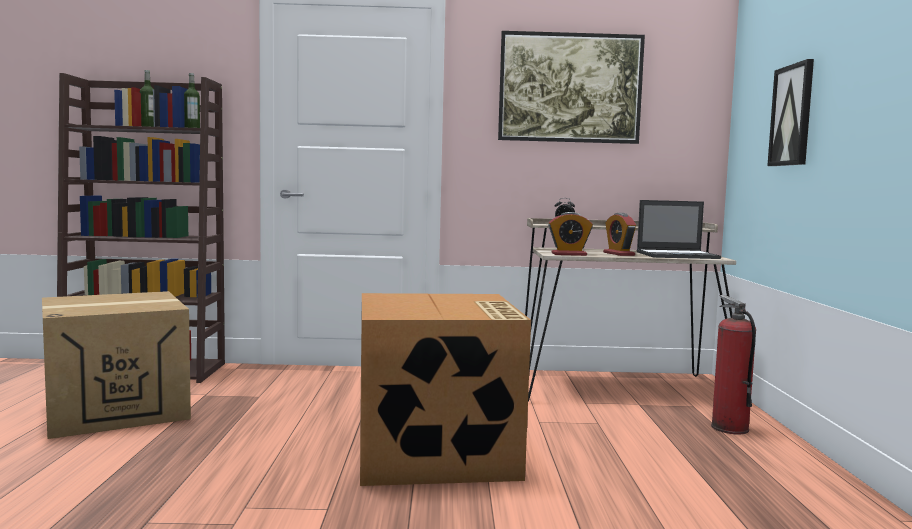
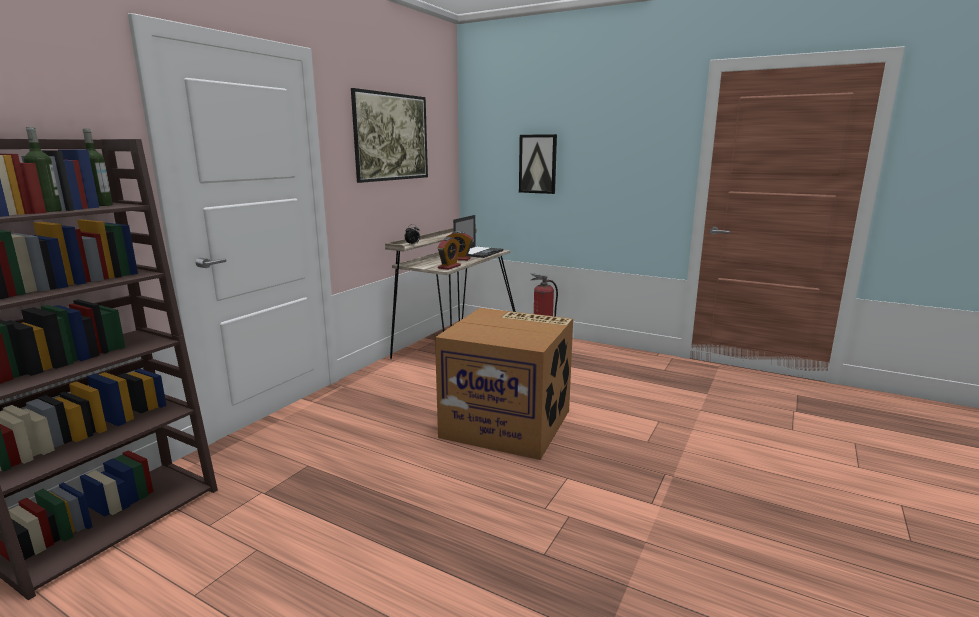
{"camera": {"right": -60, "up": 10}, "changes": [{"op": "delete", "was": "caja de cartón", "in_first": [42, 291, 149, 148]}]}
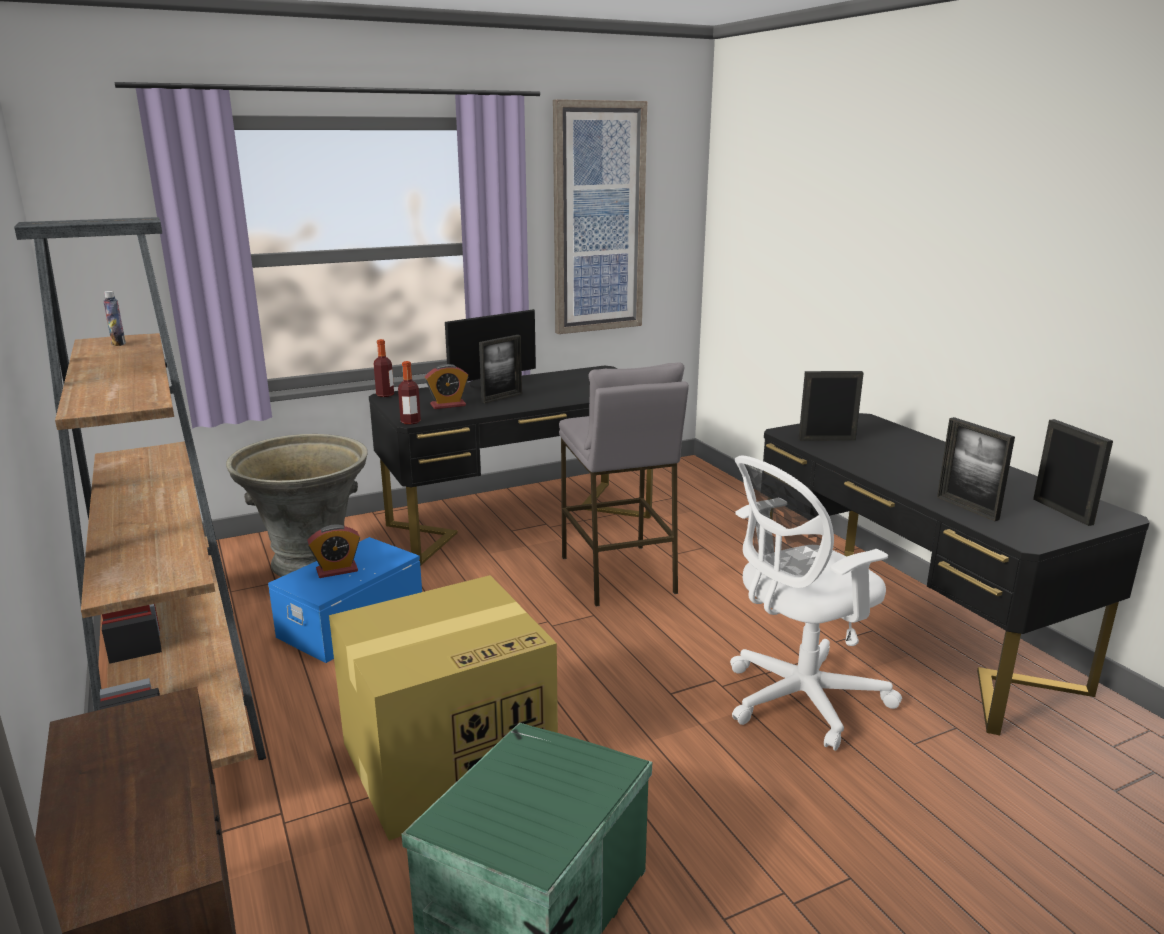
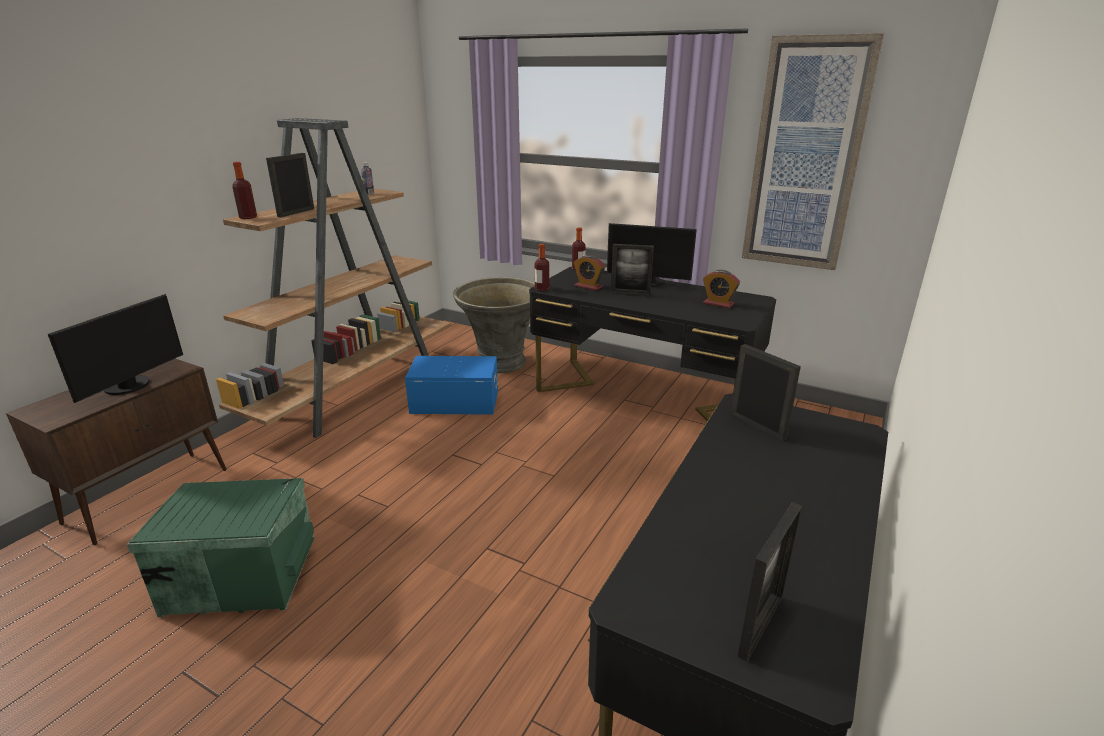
{"camera": {"right": 55, "up": 5}, "changes": [{"op": "delete", "was": "taburete/gris", "in_first": [559, 362, 130, 245]}, {"op": "move", "was": "portarretratos", "in_first": [937, 417, 78, 104], "in_second": [266, 153, 48, 65]}, {"op": "delete", "was": "silla de oficina/blanco", "in_first": [730, 455, 172, 296]}, {"op": "move", "was": "despertador", "in_first": [307, 525, 53, 53], "in_second": [703, 270, 37, 38]}, {"op": "delete", "was": "caja de cartón", "in_first": [329, 575, 229, 266]}, {"op": "insert", "now": "botella", "in_second": [232, 162, 25, 57]}, {"op": "insert", "now": "monitor", "in_second": [48, 294, 135, 109]}]}
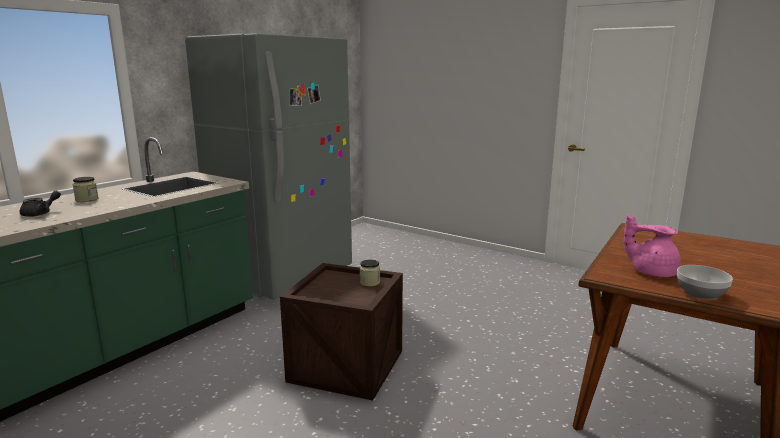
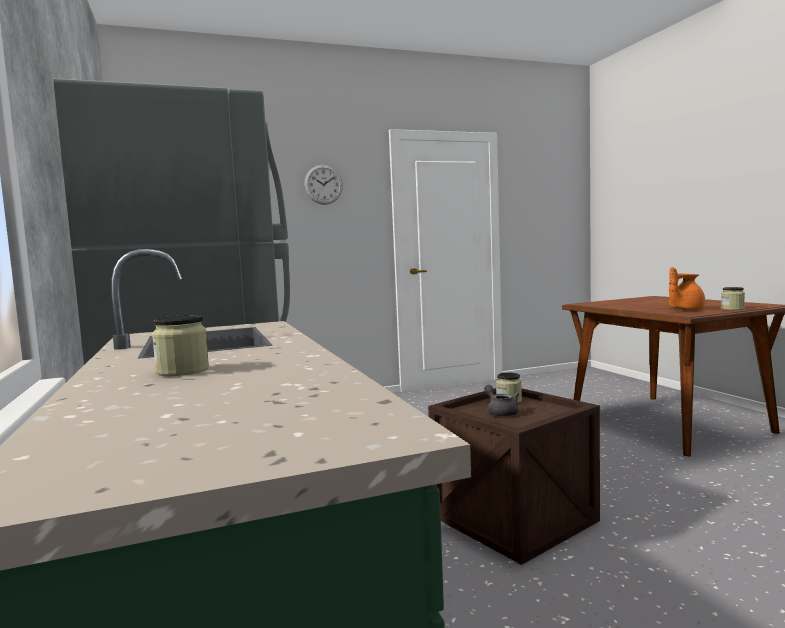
{"camera": {"right": -55, "up": -10}, "changes": [{"op": "move", "was": "tetera/gris", "in_first": [20, 191, 41, 26], "in_second": [484, 385, 35, 32]}, {"op": "recolor", "was": "tetera/rosa", "now": "tetera/naranja", "in_first": [624, 214, 57, 63], "in_second": [669, 267, 36, 43]}, {"op": "replace", "was": "cuenco", "now": "tarro", "in_first": [677, 265, 56, 35], "in_second": [721, 287, 24, 23]}, {"op": "insert", "now": "reloj de pared", "in_second": [304, 165, 39, 40]}]}
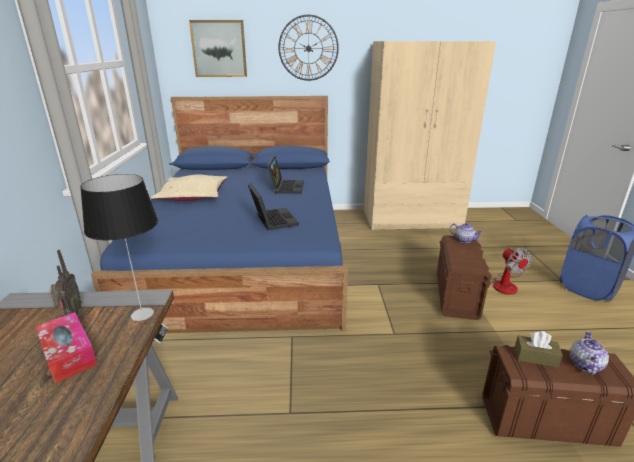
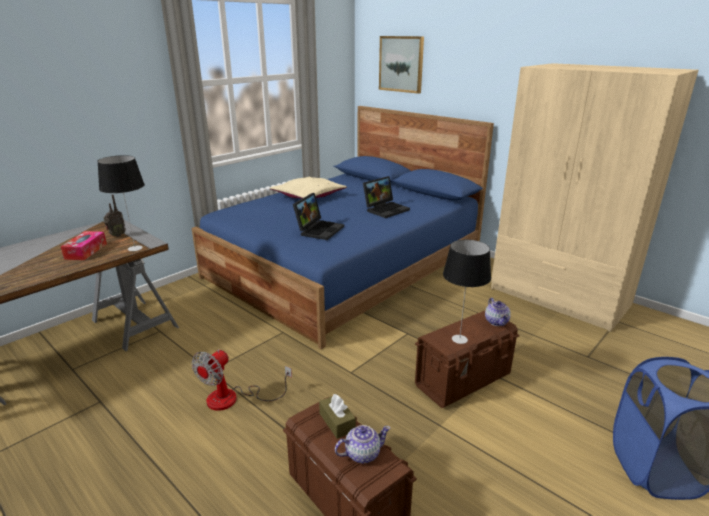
{"camera": {"right": 45, "up": 0}, "changes": [{"op": "delete", "was": "reloj de pared", "in_first": [278, 15, 61, 66]}, {"op": "move", "was": "ventilador", "in_first": [493, 247, 39, 48], "in_second": [191, 349, 101, 62]}, {"op": "insert", "now": "lámpara de mesa", "in_second": [443, 240, 48, 104]}]}
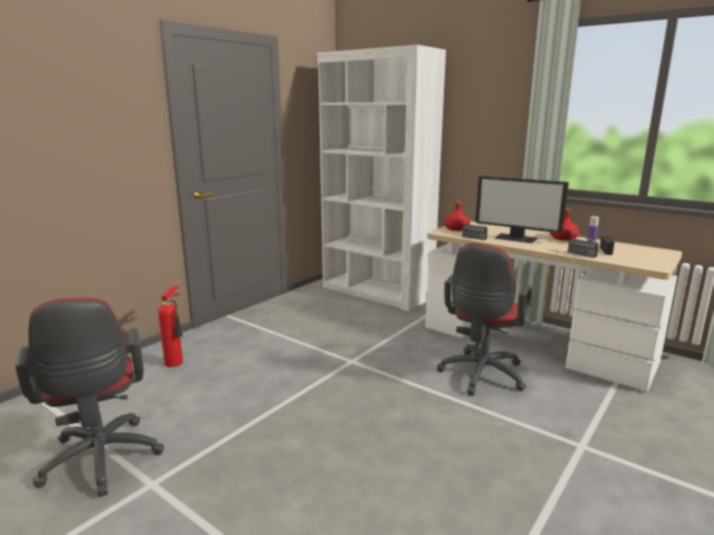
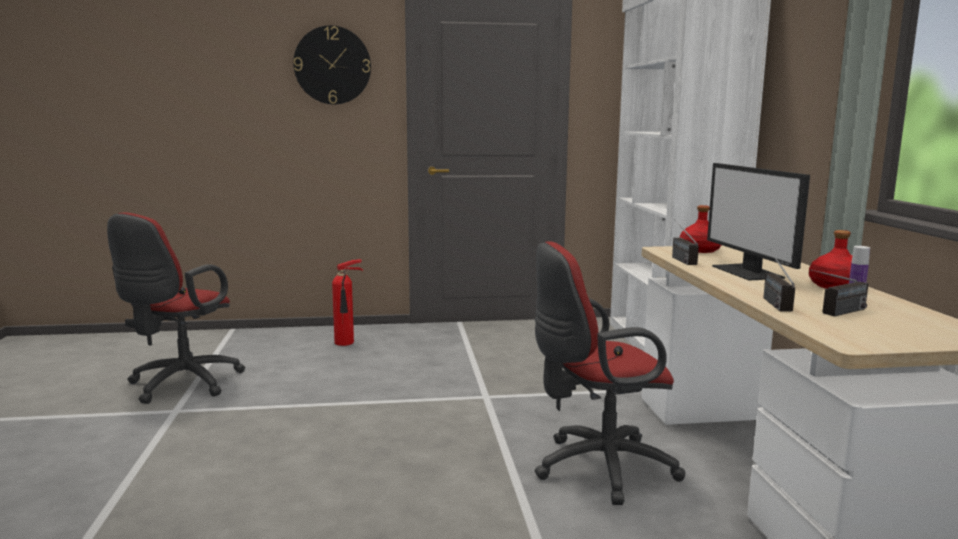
{"camera": {"right": 45, "up": -5}, "changes": [{"op": "insert", "now": "reloj de pared", "in_second": [293, 25, 78, 79]}]}
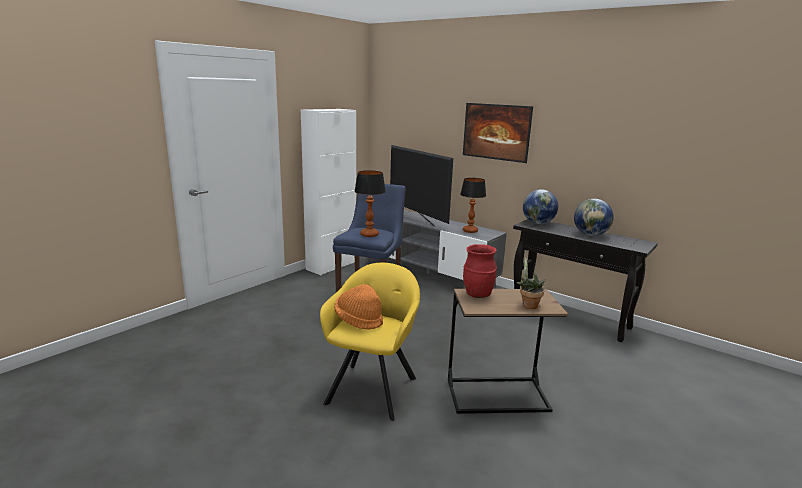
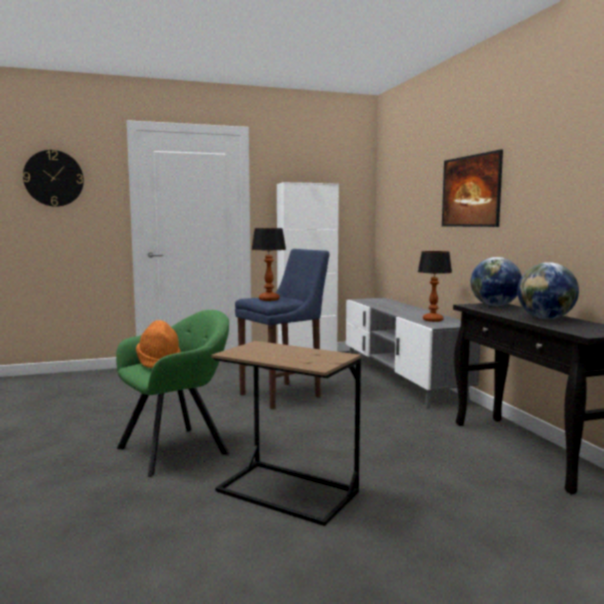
{"camera": {"right": 35, "up": -10}, "changes": [{"op": "delete", "was": "televisor", "in_first": [390, 145, 63, 82]}, {"op": "delete", "was": "florero/rojo", "in_first": [463, 244, 34, 54]}, {"op": "delete", "was": "planta en maceta", "in_first": [516, 257, 30, 52]}, {"op": "recolor", "was": "sillón/amarillo", "now": "sillón/verde", "in_first": [320, 263, 100, 158], "in_second": [116, 310, 113, 167]}, {"op": "insert", "now": "reloj de pared", "in_second": [23, 150, 61, 57]}]}
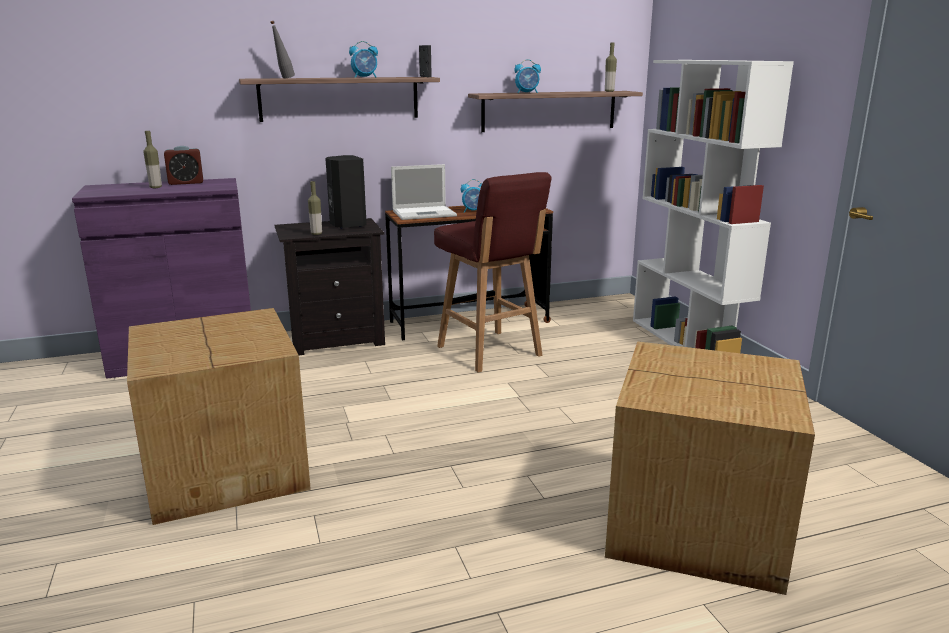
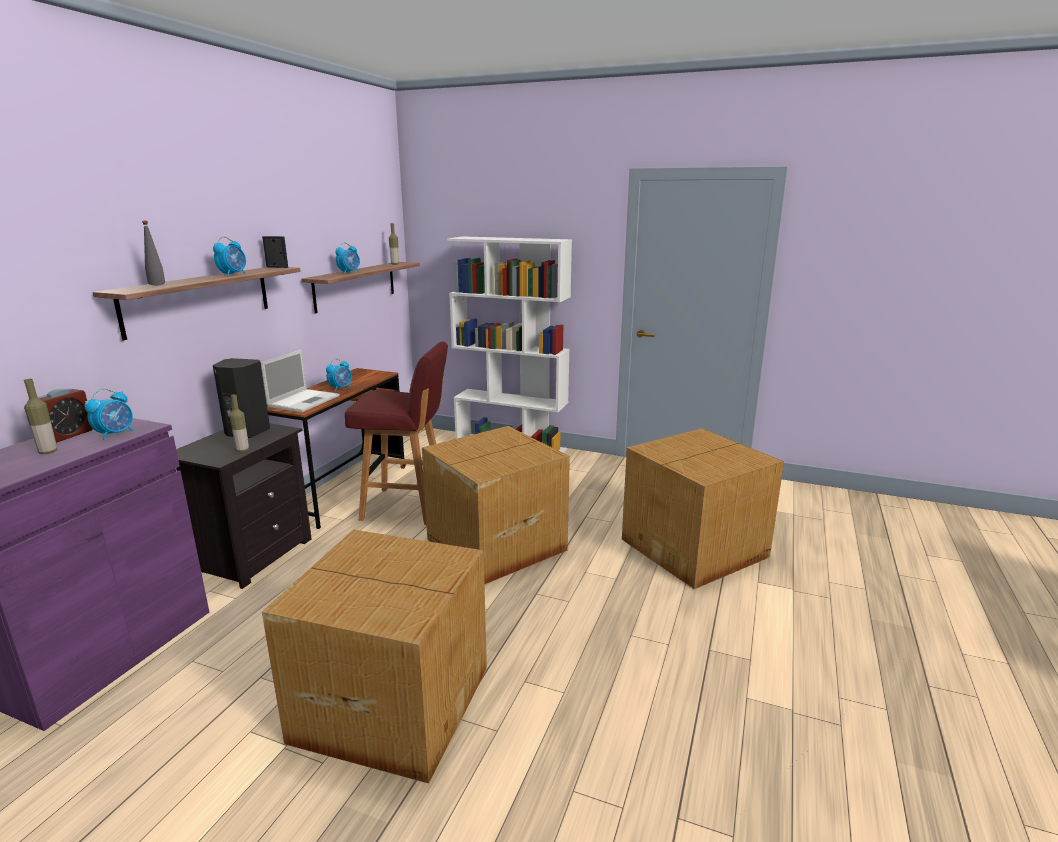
{"camera": {"right": -50, "up": 0}, "changes": [{"op": "insert", "now": "despertador", "in_second": [85, 389, 48, 51]}, {"op": "insert", "now": "caja de cartón", "in_second": [422, 426, 148, 158]}]}
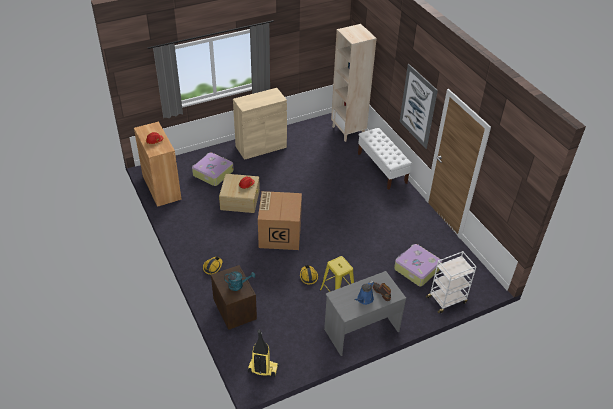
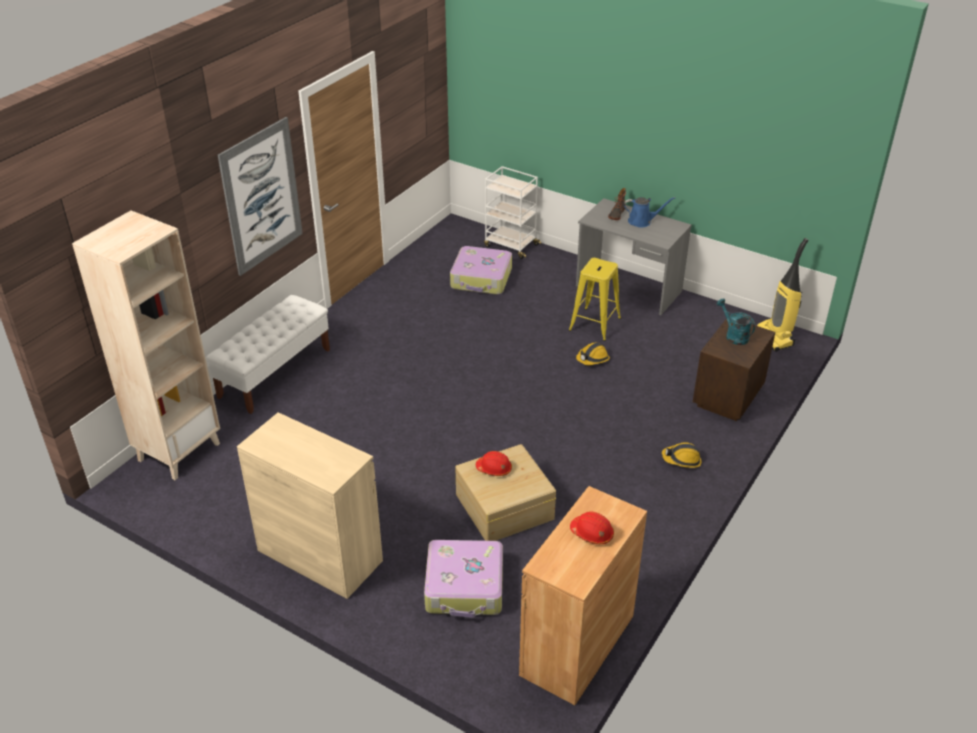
{"camera": {"right": -120, "up": -5}, "changes": [{"op": "delete", "was": "caja de cartón", "in_first": [258, 191, 44, 59]}]}
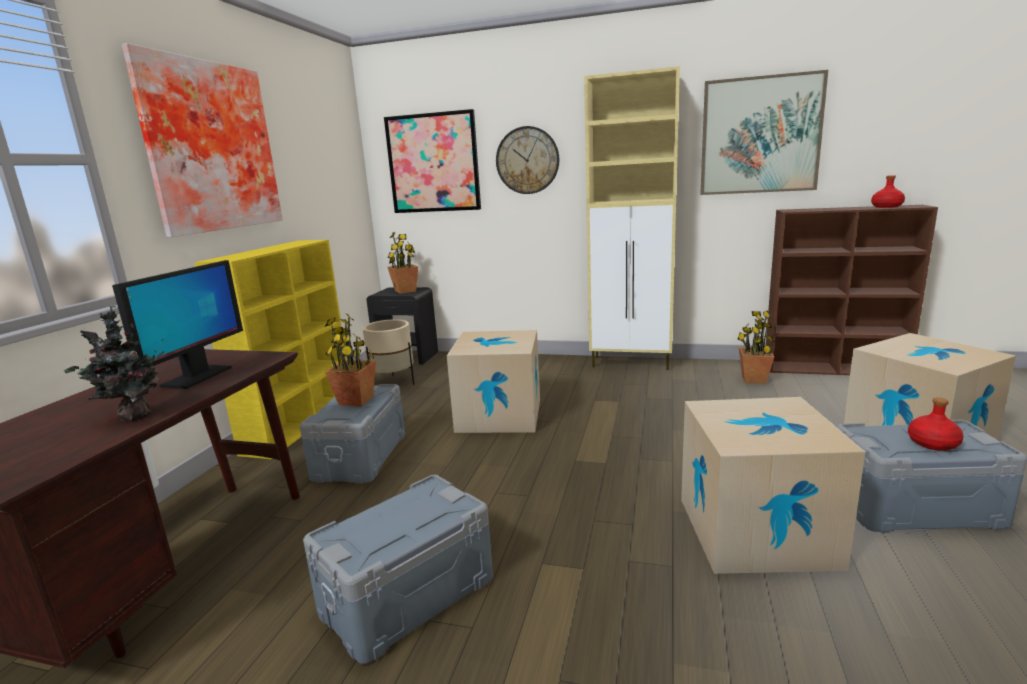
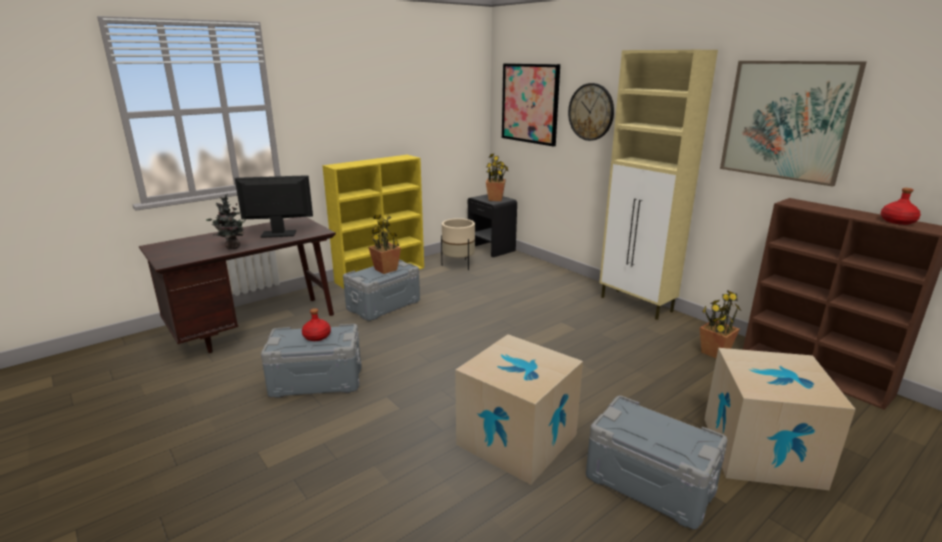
{"camera": {"right": 35, "up": 5}, "changes": [{"op": "delete", "was": "cuadro", "in_first": [122, 43, 161, 194]}, {"op": "rotate", "was": "monitor", "in_first": [112, 260, 131, 129], "in_second": [235, 175, 78, 63], "clockwise": -150}, {"op": "delete", "was": "caja de cartón", "in_first": [447, 330, 93, 103]}, {"op": "move", "was": "botella/rojo", "in_first": [908, 397, 55, 54], "in_second": [302, 308, 29, 33]}]}
